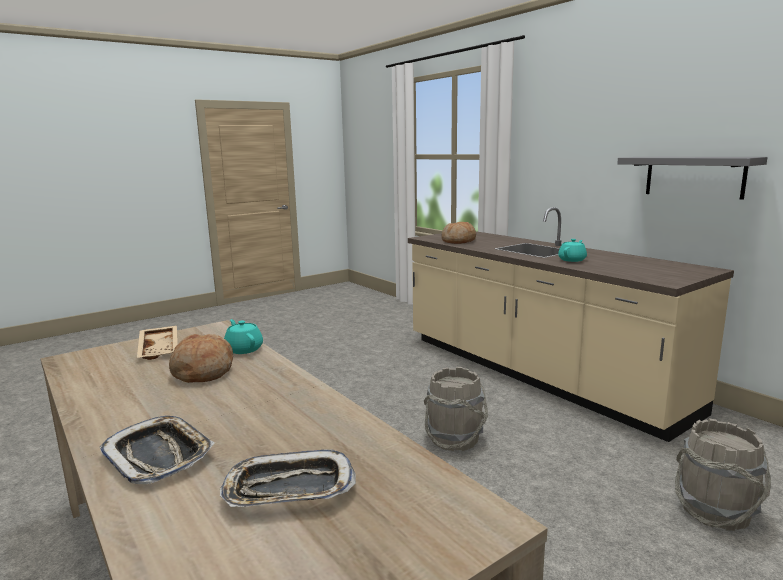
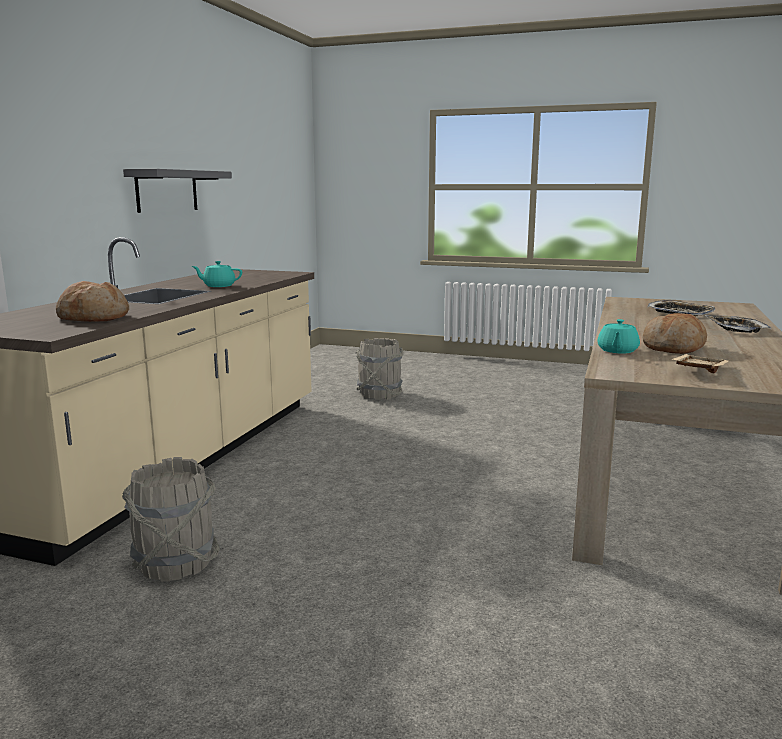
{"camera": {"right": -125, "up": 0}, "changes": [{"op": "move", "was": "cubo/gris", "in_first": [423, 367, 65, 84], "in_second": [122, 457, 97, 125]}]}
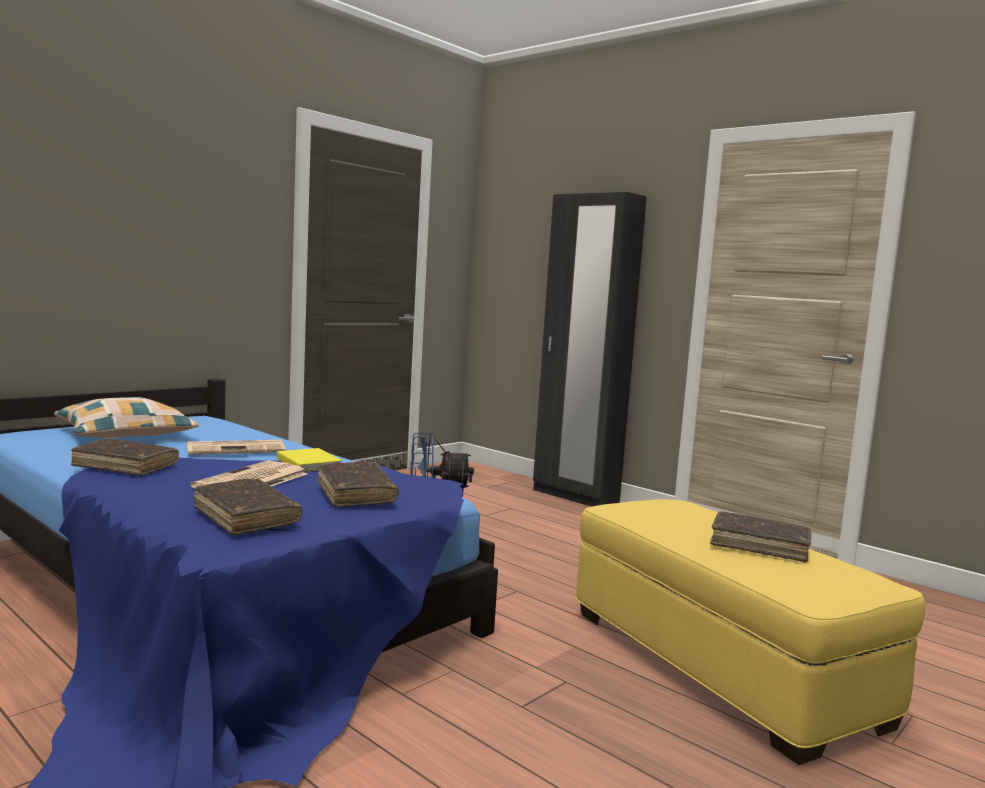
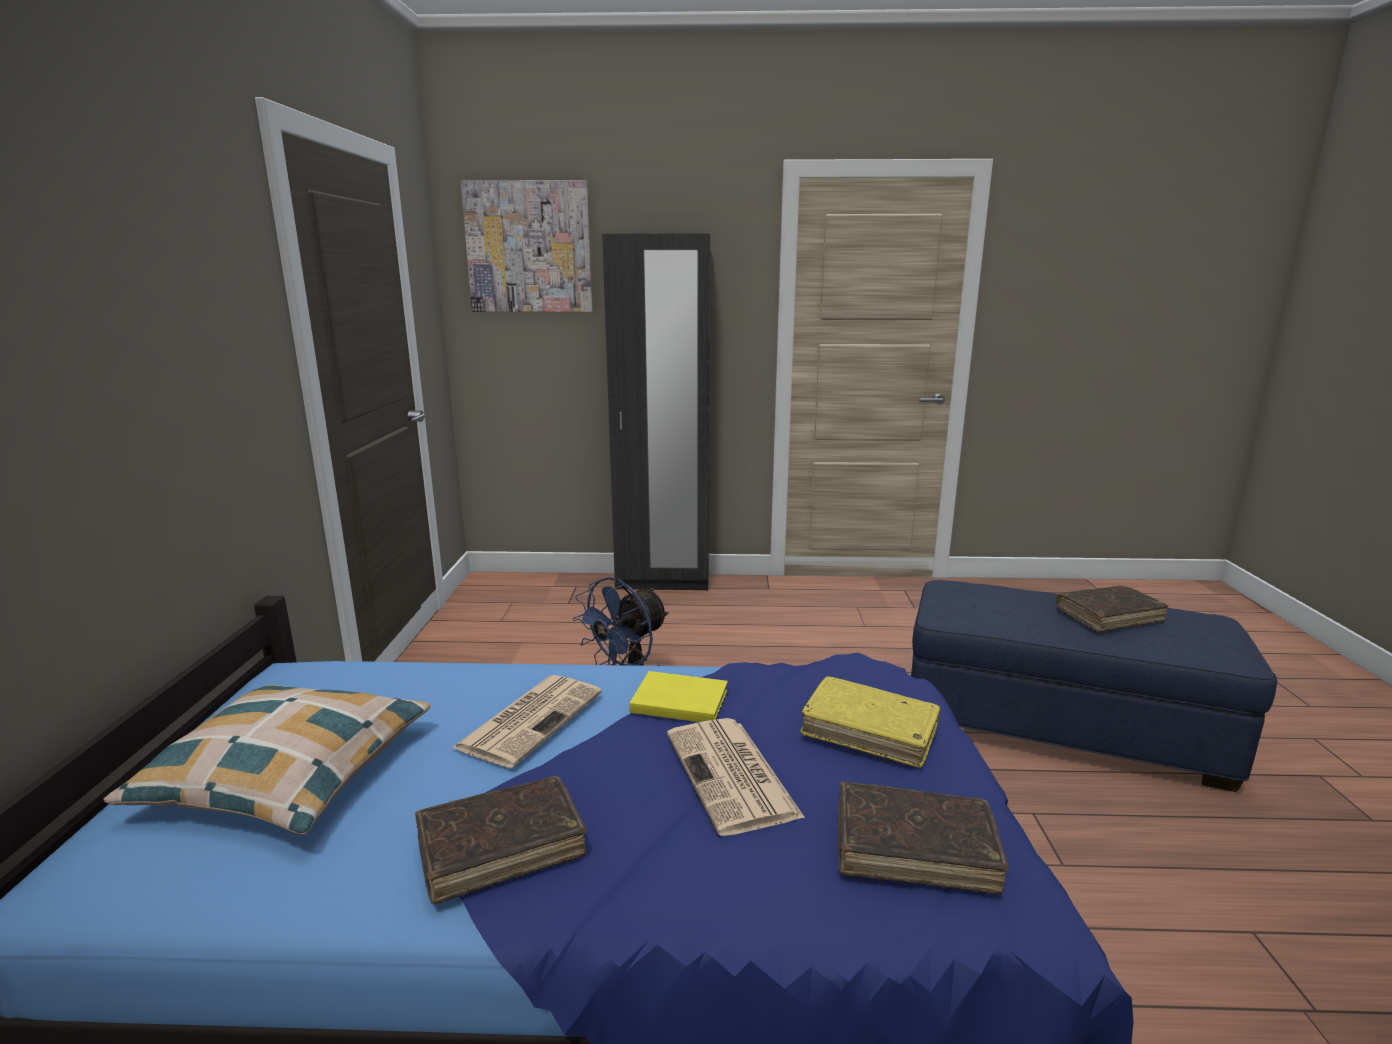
{"camera": {"right": -40, "up": 10}, "changes": [{"op": "recolor", "was": "libro/marrón", "now": "libro/amarillo", "in_first": [318, 462, 80, 45], "in_second": [800, 676, 141, 92]}, {"op": "recolor", "was": "puf/amarillo", "now": "puf/azul", "in_first": [575, 499, 351, 266], "in_second": [911, 580, 366, 212]}, {"op": "insert", "now": "cuadro", "in_second": [460, 180, 132, 132]}]}
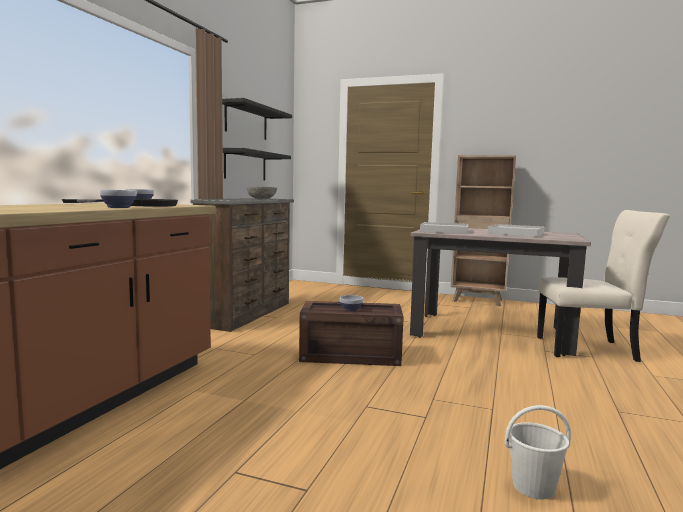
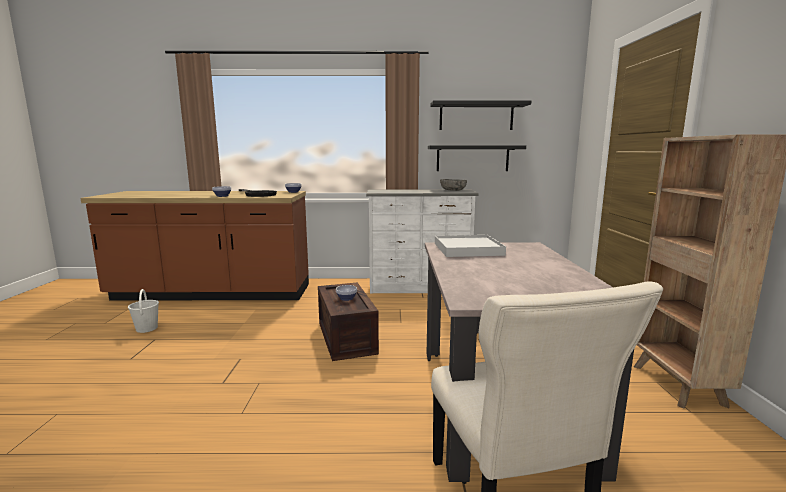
{"camera": {"right": 70, "up": 5}, "changes": [{"op": "recolor", "was": "cómoda/marrón", "now": "cómoda/blanco", "in_first": [190, 198, 104, 134], "in_second": [366, 190, 113, 103]}, {"op": "delete", "was": "bandeja/blanco", "in_first": [488, 224, 56, 13]}, {"op": "move", "was": "cubo/blanco", "in_first": [505, 405, 66, 94], "in_second": [128, 289, 31, 44]}]}
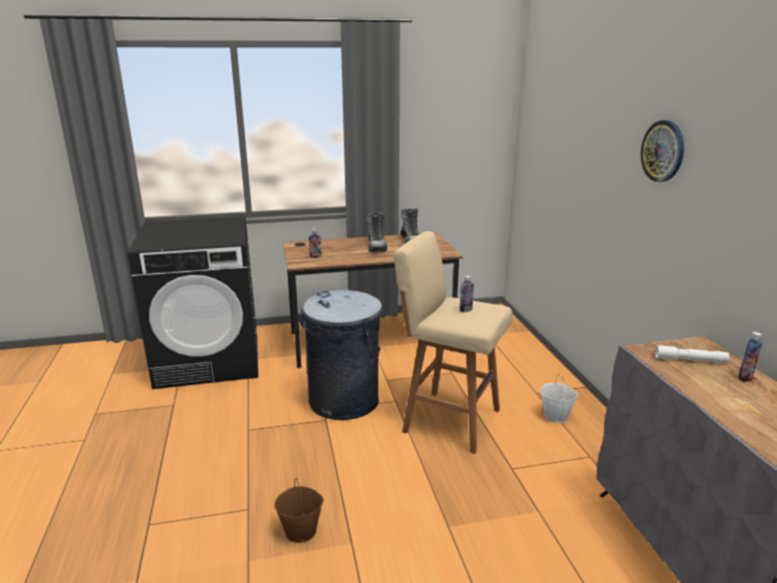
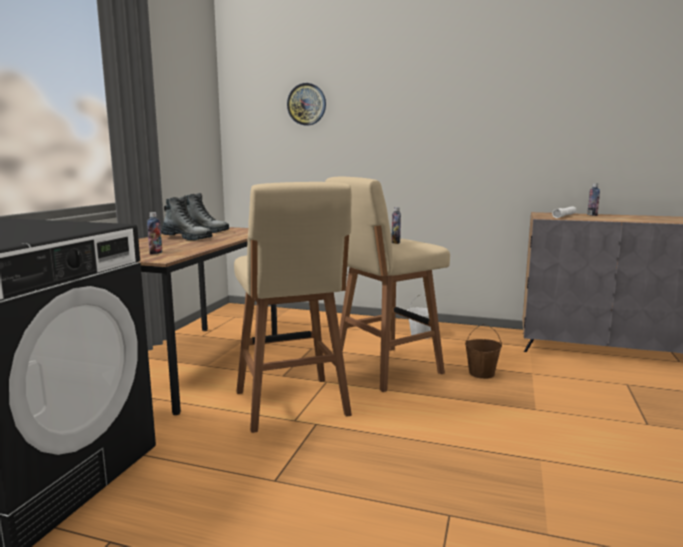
{"camera": {"right": -60, "up": -10}, "changes": [{"op": "move", "was": "reloj de pared", "in_first": [641, 120, 43, 62], "in_second": [287, 83, 39, 43]}, {"op": "replace", "was": "papelera/gris", "now": "taburete/beis", "in_first": [297, 289, 85, 131], "in_second": [234, 182, 118, 251]}, {"op": "move", "was": "cubo/marrón", "in_first": [274, 478, 50, 65], "in_second": [465, 324, 37, 55]}]}
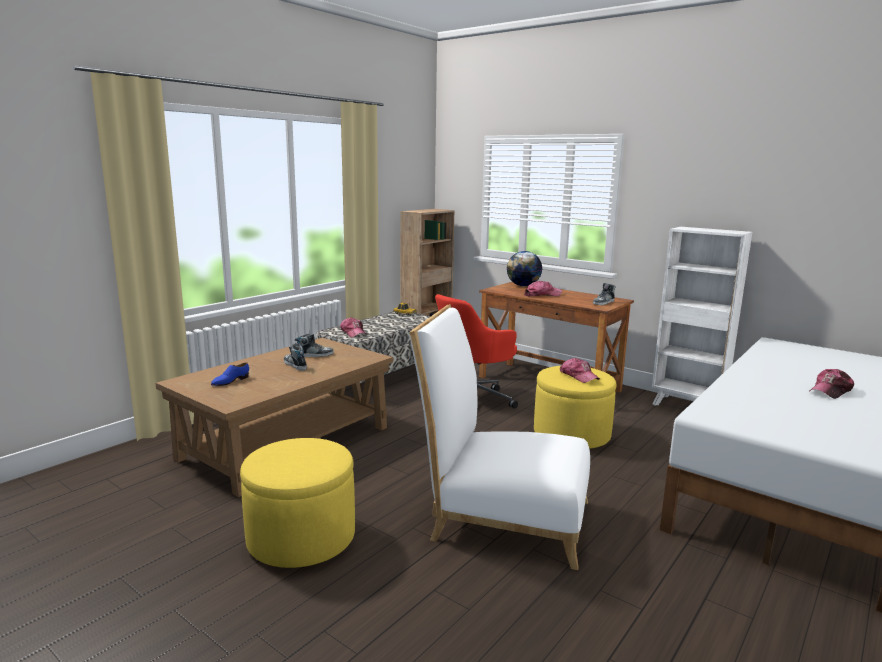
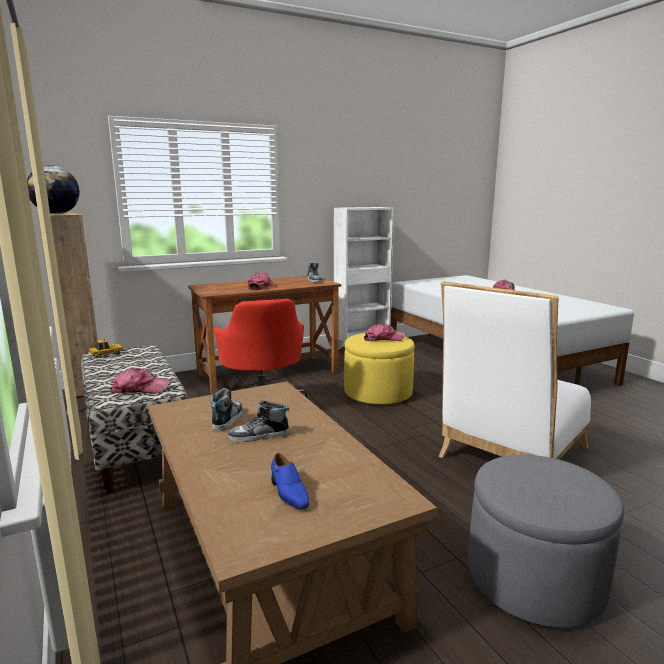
{"camera": {"right": -65, "up": 0}, "changes": [{"op": "move", "was": "globo terráqueo", "in_first": [507, 251, 35, 35], "in_second": [27, 165, 53, 49]}, {"op": "recolor", "was": "puf/amarillo", "now": "puf/gris", "in_first": [240, 438, 115, 130], "in_second": [468, 455, 156, 173]}]}
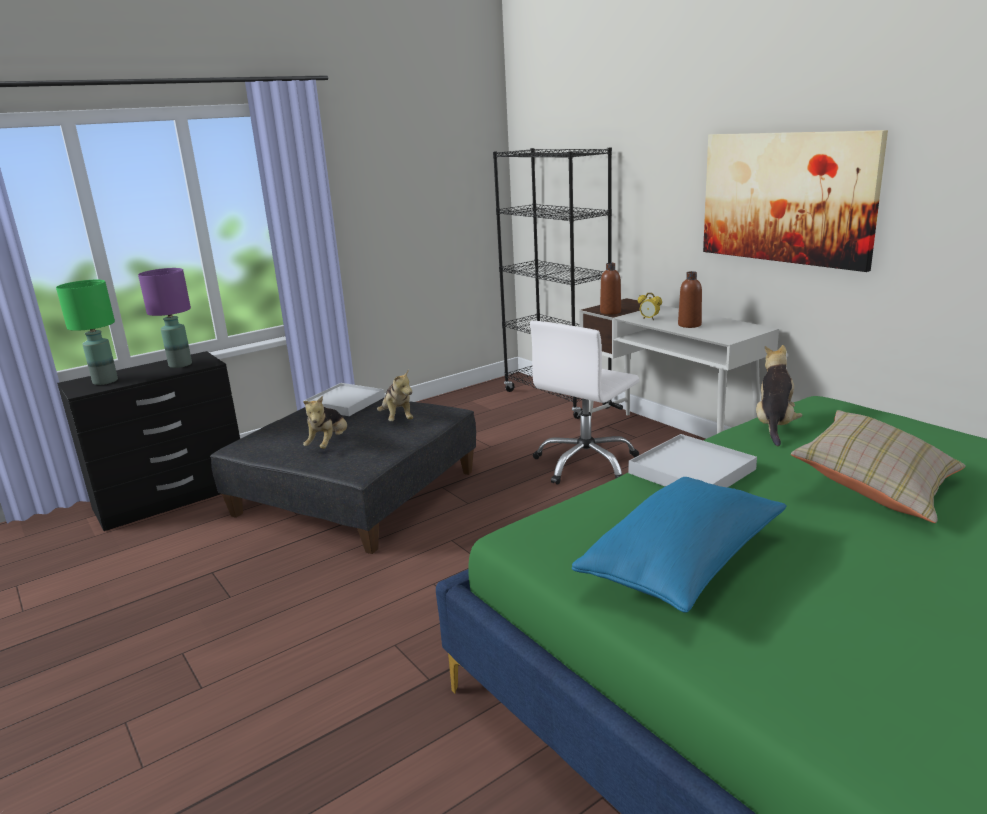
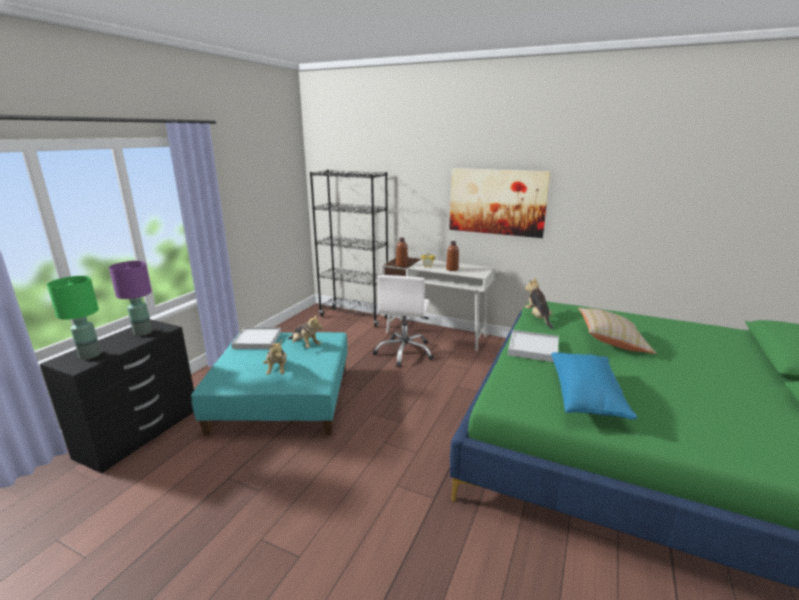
{"camera": {"right": -30, "up": 0}, "changes": [{"op": "recolor", "was": "puf/gris", "now": "puf/turquesa", "in_first": [210, 398, 266, 156], "in_second": [191, 332, 156, 103]}]}
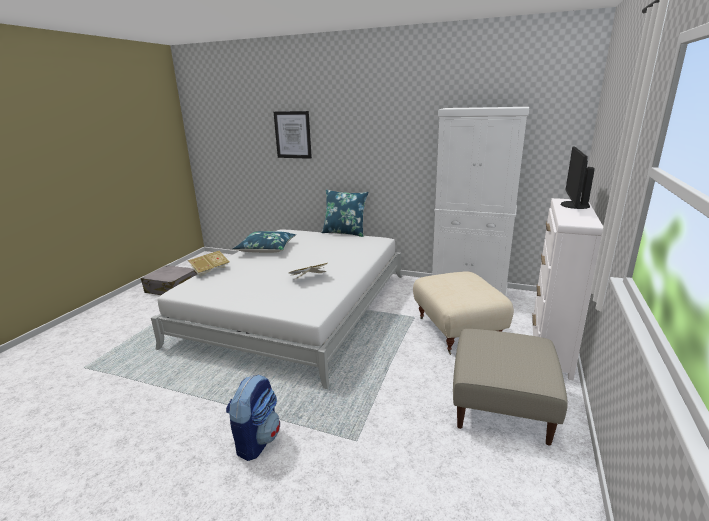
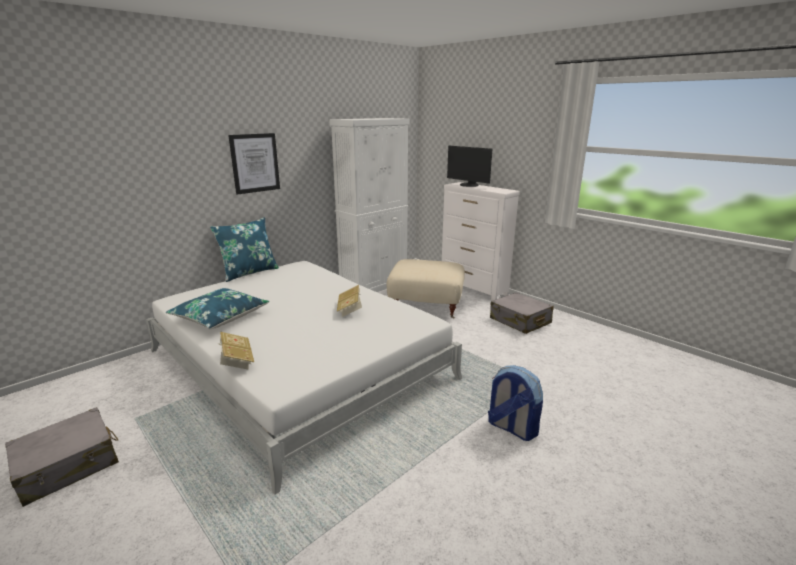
{"camera": {"right": -65, "up": 0}, "changes": [{"op": "move", "was": "cuadro", "in_first": [274, 111, 38, 48], "in_second": [228, 133, 52, 62]}, {"op": "replace", "was": "puf/beis", "now": "maleta/gris", "in_first": [453, 329, 115, 117], "in_second": [490, 292, 64, 42]}]}
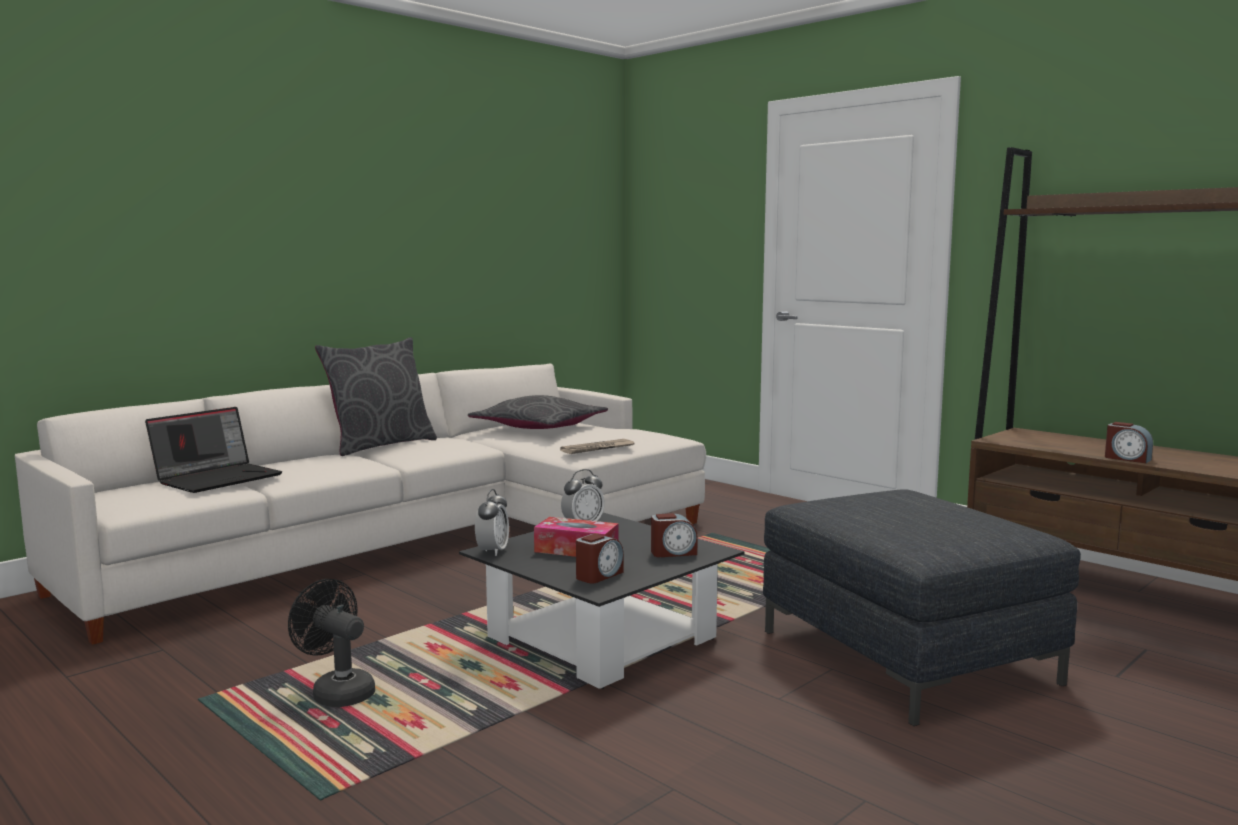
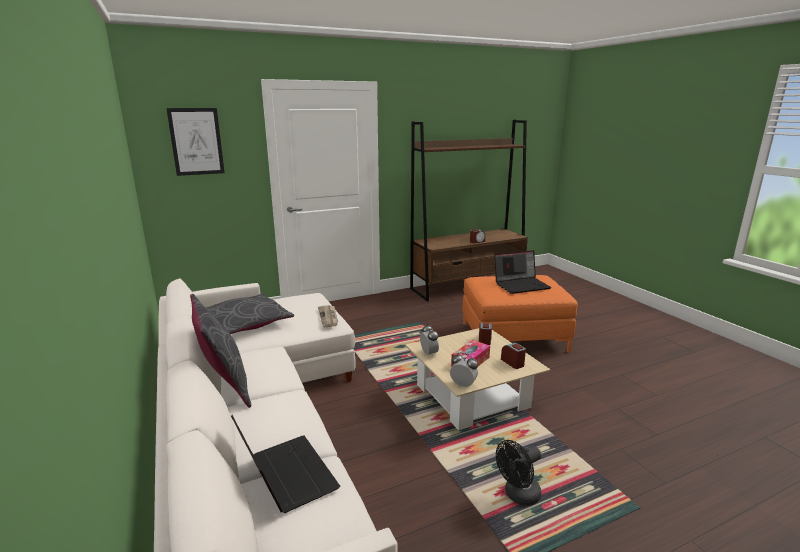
{"camera": {"right": -70, "up": 10}, "changes": [{"op": "recolor", "was": "puf/gris", "now": "puf/naranja", "in_first": [763, 489, 318, 237], "in_second": [462, 275, 116, 78]}, {"op": "recolor", "was": "mesa de centro/negro", "now": "mesa de centro/beis", "in_first": [459, 513, 286, 176], "in_second": [405, 328, 145, 102]}, {"op": "insert", "now": "cuadro", "in_second": [166, 108, 59, 68]}, {"op": "insert", "now": "portátil", "in_second": [494, 250, 58, 44]}]}
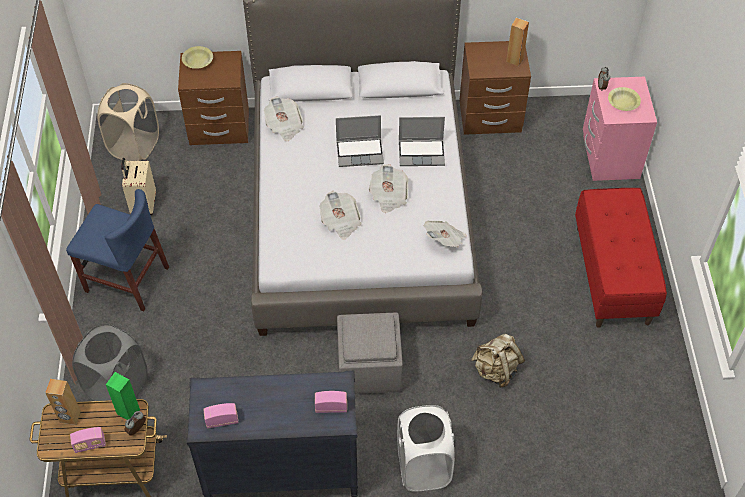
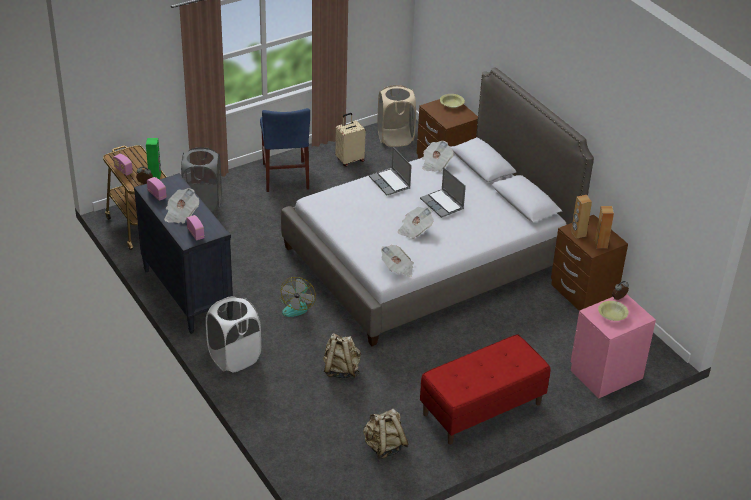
{"camera": {"right": 60, "up": -15}, "changes": [{"op": "move", "was": "portátil", "in_first": [399, 117, 46, 49], "in_second": [369, 147, 43, 48]}, {"op": "move", "was": "periódico", "in_first": [319, 191, 43, 48], "in_second": [164, 188, 35, 36]}, {"op": "replace", "was": "puf/gris", "now": "ventilador", "in_first": [337, 313, 66, 81], "in_second": [279, 277, 37, 40]}, {"op": "move", "was": "altavoz/marrón", "in_first": [45, 379, 36, 46], "in_second": [571, 195, 21, 44]}, {"op": "insert", "now": "mochila/beis", "in_second": [363, 409, 45, 50]}]}
